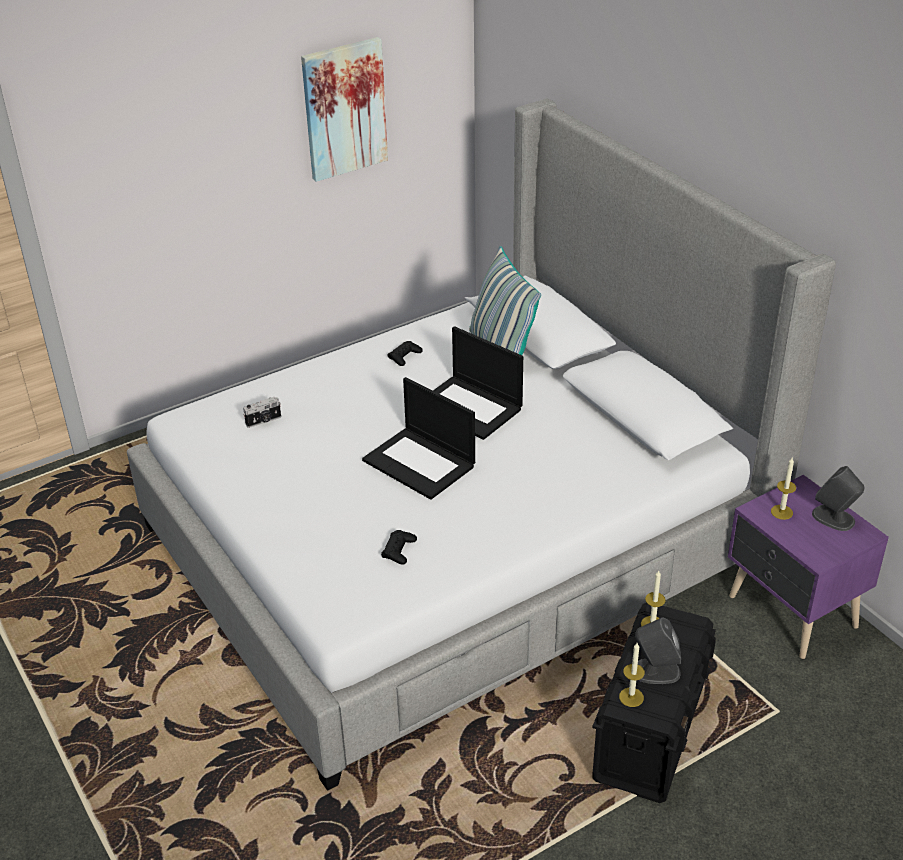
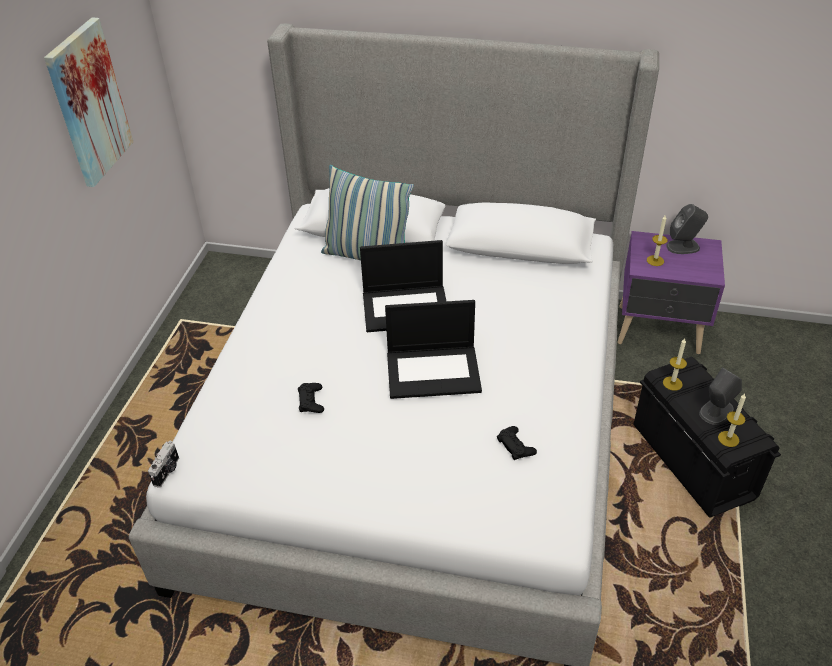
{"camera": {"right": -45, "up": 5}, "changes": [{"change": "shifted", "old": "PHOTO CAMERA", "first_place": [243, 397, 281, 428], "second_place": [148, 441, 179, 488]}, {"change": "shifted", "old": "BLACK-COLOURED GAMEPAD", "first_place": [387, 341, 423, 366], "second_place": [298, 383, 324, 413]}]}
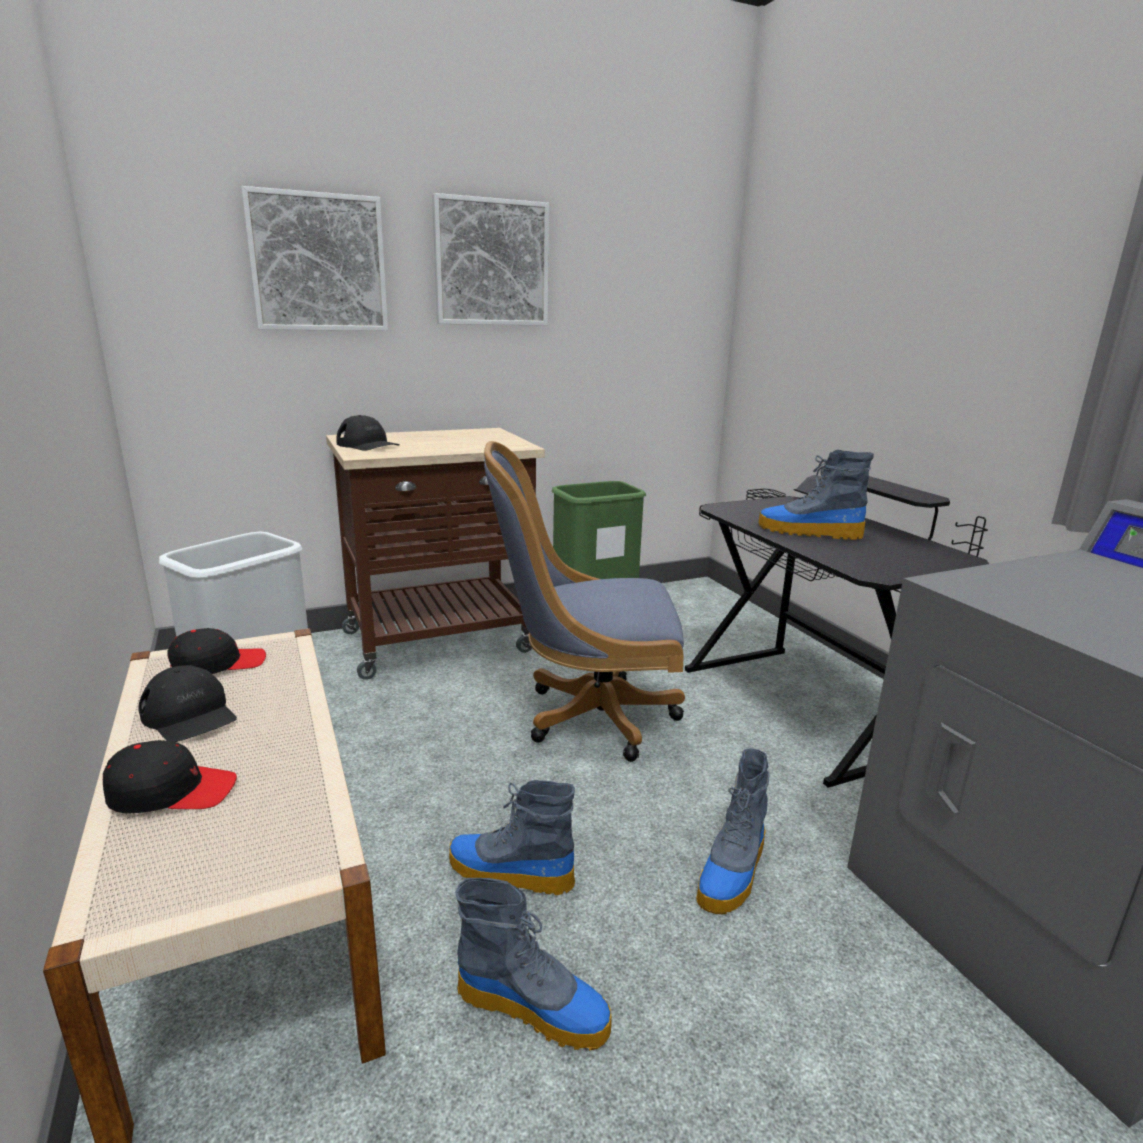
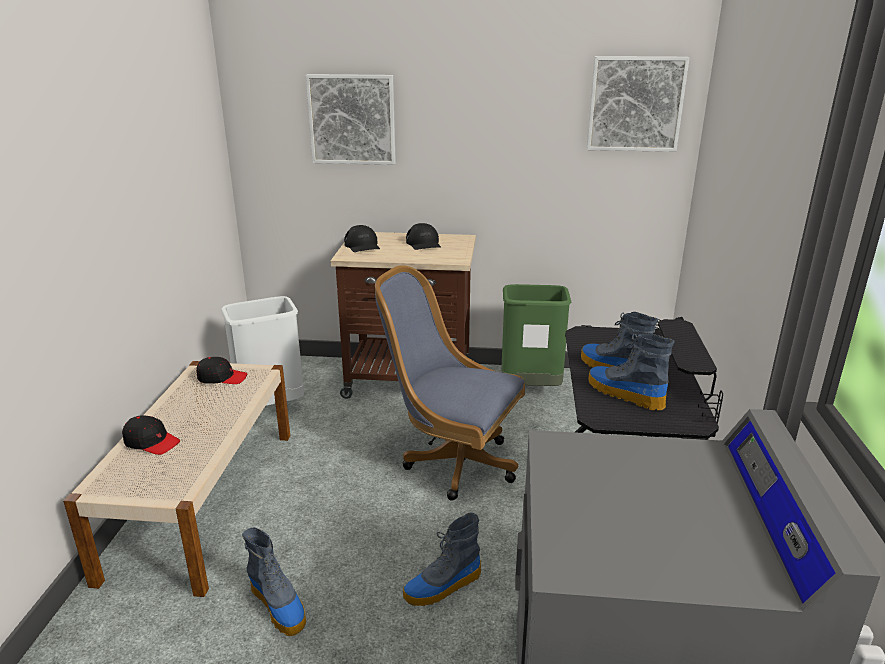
{"camera": {"right": 30, "up": 5}, "changes": [{"change": "shifted", "old": "BLACK-COLOURED BASEBALL CAP", "first_place": [139, 665, 237, 742], "second_place": [406, 223, 441, 250]}, {"change": "shifted", "old": "PICTURE", "first_place": [432, 193, 549, 326], "second_place": [586, 56, 690, 152]}, {"change": "shifted", "old": "HIGH-TOP BOOT", "first_place": [449, 780, 575, 895], "second_place": [588, 333, 675, 411]}]}
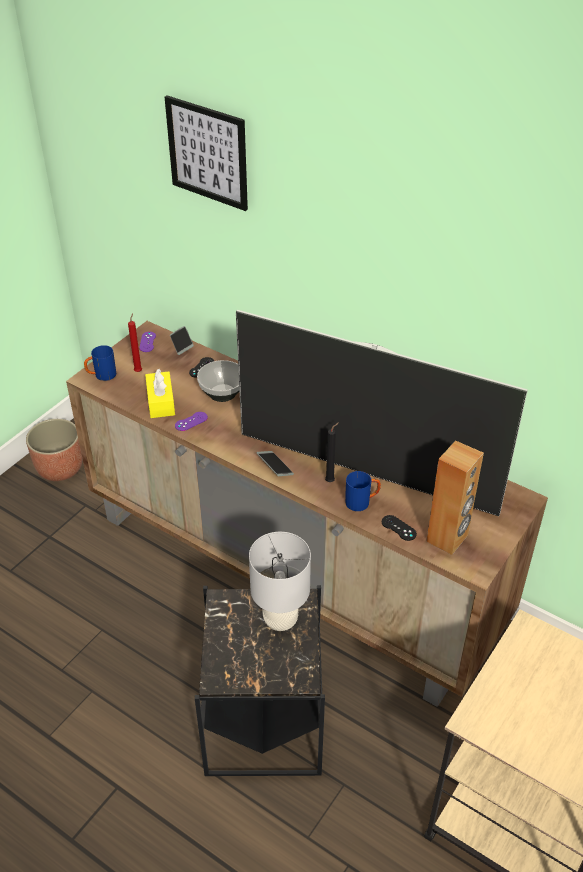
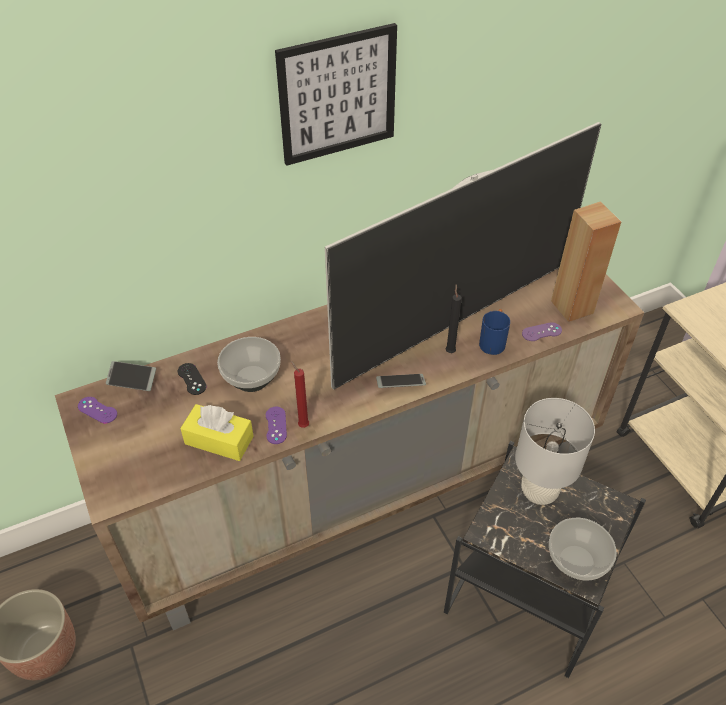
{"camera": {"right": -60, "up": 5}, "changes": [{"change": "gone", "old": "BLUE-COLOURED COFFEE MUG", "first_place": [84, 345, 116, 381]}, {"change": "new", "new": "DEEP DISH", "second_place": [549, 517, 617, 581]}, {"change": "shifted", "old": "RED-COLOURED WAX LIGHT", "first_place": [128, 313, 142, 372], "second_place": [291, 361, 309, 428]}, {"change": "shifted", "old": "PICTURE", "first_place": [165, 95, 248, 211], "second_place": [275, 23, 397, 166]}, {"change": "repainted", "old": "BLACK-COLOURED GAMEPAD", "new": "PURPLE GAMEPAD", "first_place": [382, 515, 417, 541], "second_place": [522, 322, 562, 341]}]}
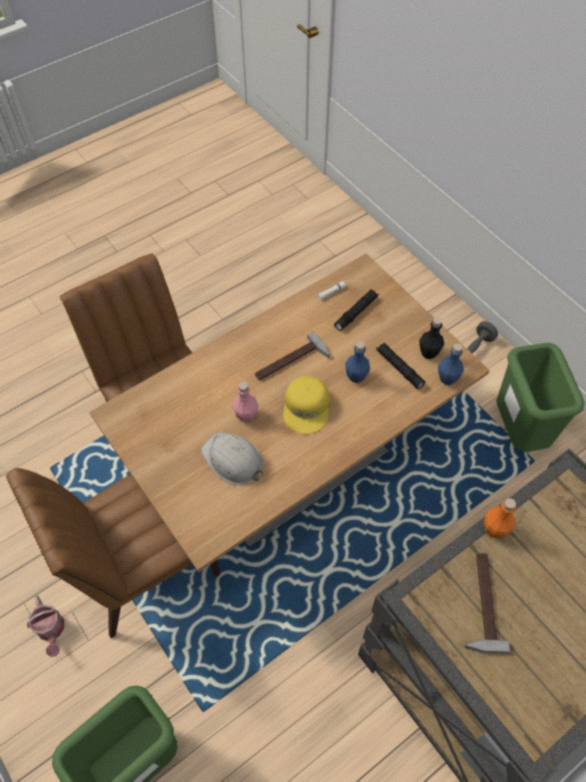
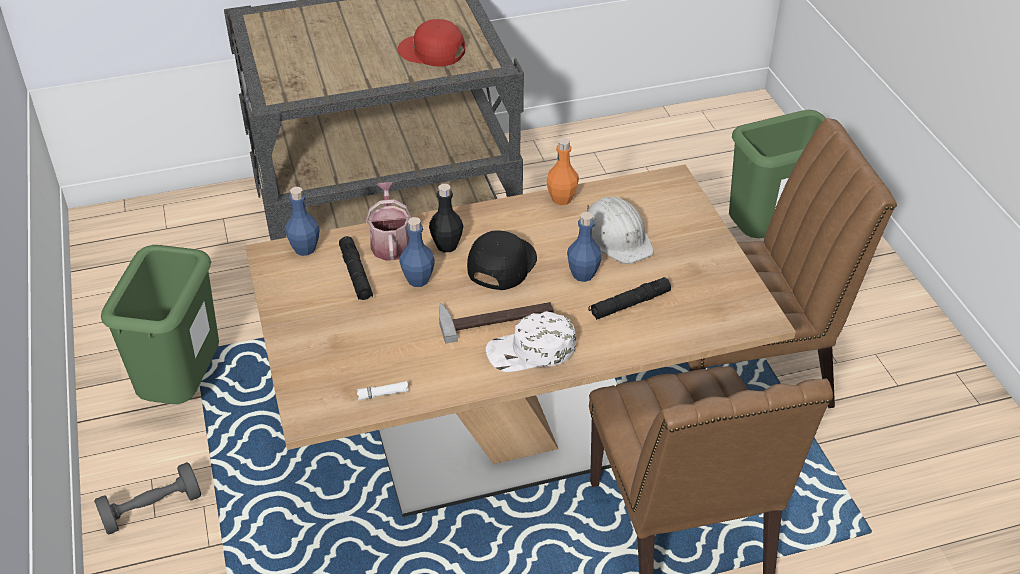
{"camera": {"right": -160, "up": -15}, "changes": [{"change": "new", "new": "WHITISH BASEBALL CAP", "second_place": [486, 311, 576, 372]}, {"change": "shifted", "old": "WATERING CAN", "first_place": [27, 595, 64, 657], "second_place": [366, 182, 412, 261]}, {"change": "shifted", "old": "BLACK-COLOURED HAND TORCH", "first_place": [334, 289, 379, 331], "second_place": [588, 277, 671, 320]}, {"change": "shifted", "old": "BLACK-COLOURED DRINK BOTTLE", "first_place": [419, 317, 444, 359], "second_place": [429, 184, 463, 252]}, {"change": "shifted", "old": "ORANGE-COLOURED DRINK BOTTLE", "first_place": [484, 498, 516, 538], "second_place": [546, 138, 579, 205]}, {"change": "swapped", "old": "HAMMER", "new": "RED-COLOURED BASEBALL CAP", "first_place": [464, 553, 510, 654], "second_place": [398, 19, 465, 66]}, {"change": "repainted", "old": "PINKISH DRINK BOTTLE", "new": "BLUE-COLOURED DRINK BOTTLE", "first_place": [232, 382, 258, 423], "second_place": [567, 212, 602, 282]}, {"change": "repainted", "old": "YELLOW-COLOURED BASEBALL CAP", "new": "BLACK-COLOURED BASEBALL CAP", "first_place": [283, 376, 330, 434], "second_place": [467, 230, 537, 290]}]}
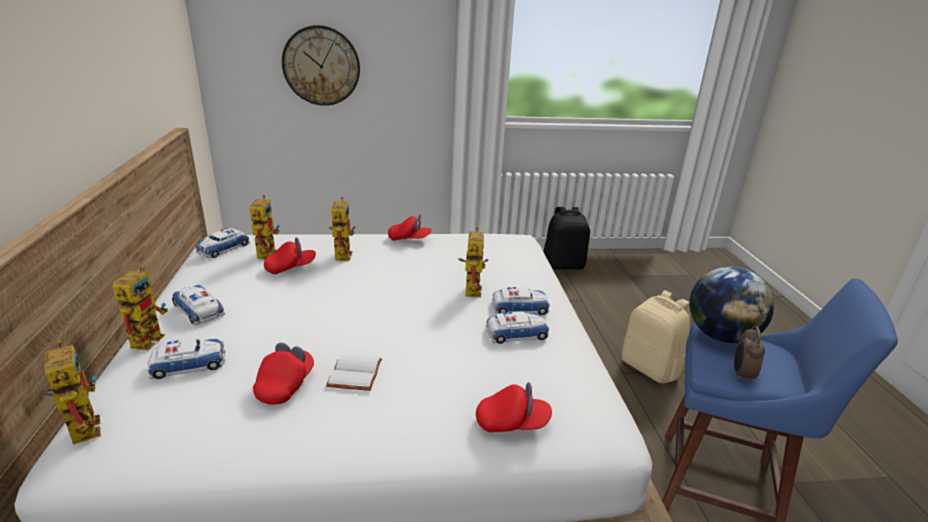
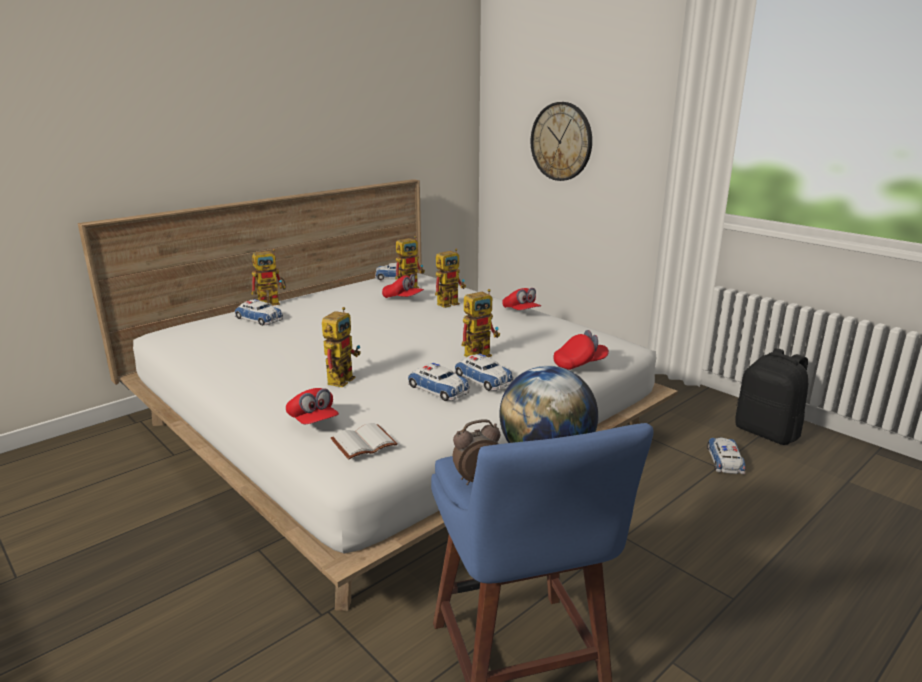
{"camera": {"right": 55, "up": -5}, "changes": [{"change": "gone", "old": "BEIGE-COLOURED RUCKSACK", "first_place": [622, 291, 691, 383]}, {"change": "shifted", "old": "MODEL ROBOT", "first_place": [43, 340, 101, 445], "second_place": [322, 307, 361, 387]}, {"change": "shifted", "old": "TOY CAR", "first_place": [172, 285, 225, 325], "second_place": [707, 437, 746, 474]}, {"change": "shifted", "old": "RED-COLOURED BASEBALL CAP", "first_place": [253, 343, 314, 404], "second_place": [553, 330, 609, 370]}, {"change": "shifted", "old": "WHITISH VOLUME", "first_place": [326, 355, 382, 391], "second_place": [331, 423, 398, 460]}]}
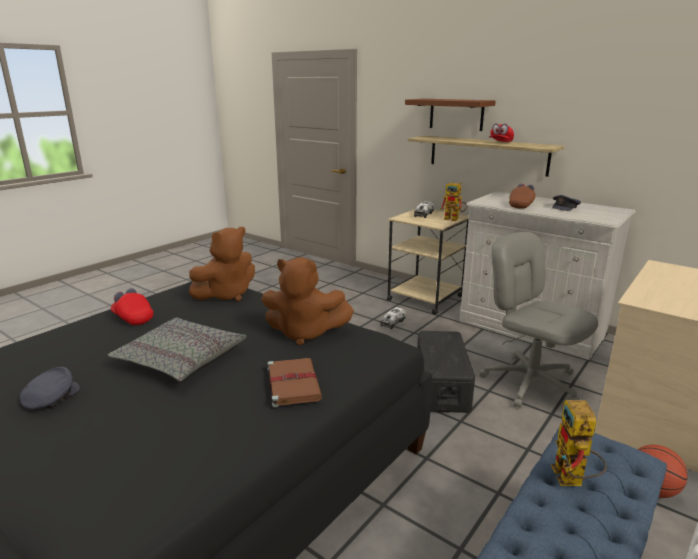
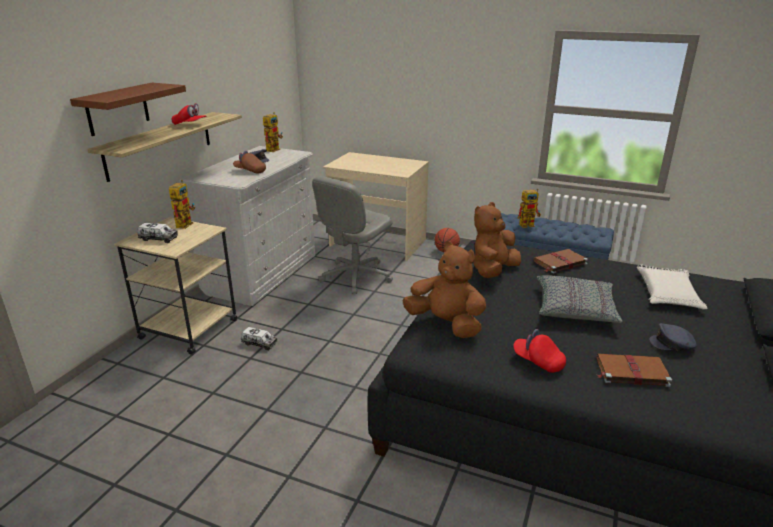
{"camera": {"right": -105, "up": 5}, "changes": [{"change": "gone", "old": "BLACK-COLOURED STORAGE BIN", "first_place": [417, 331, 475, 413]}, {"change": "new", "new": "MODEL ROBOT", "second_place": [263, 112, 283, 152]}, {"change": "new", "new": "BROWN VOLUME", "second_place": [597, 353, 672, 387]}, {"change": "new", "new": "WHITISH CUSHION", "second_place": [637, 264, 708, 310]}, {"change": "rotated", "old": "RED-COLOURED BASEBALL CAP", "first_place": [111, 288, 154, 325], "second_place": [513, 329, 566, 373], "degrees": 105}, {"change": "rotated", "old": "BROWN PLUSH TOY", "first_place": [261, 257, 354, 345], "second_place": [473, 202, 521, 278], "degrees": -135}]}
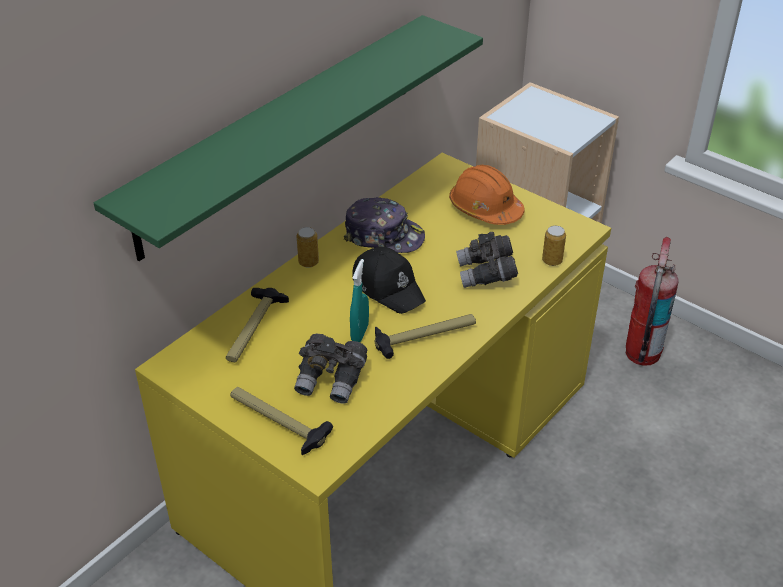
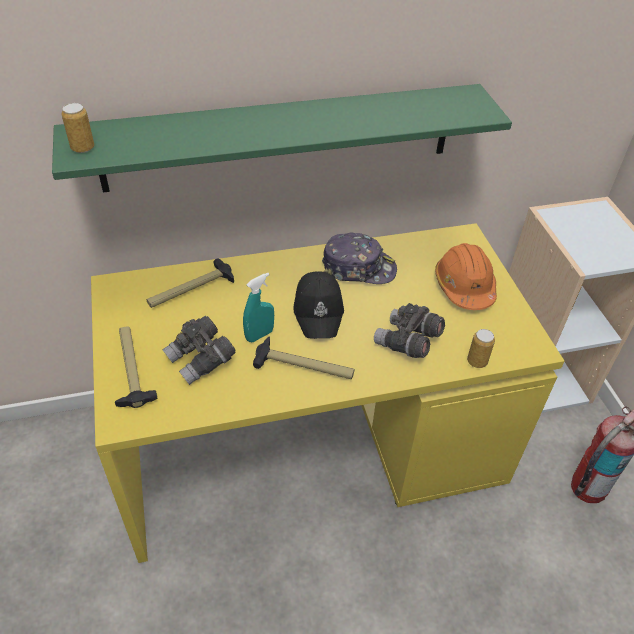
{"camera": {"right": 35, "up": 5}, "changes": [{"change": "shifted", "old": "SEALED CAN", "first_place": [297, 227, 319, 268], "second_place": [61, 103, 94, 153]}, {"change": "rotated", "old": "BASEBALL CAP", "first_place": [344, 197, 425, 253], "second_place": [322, 233, 397, 284], "degrees": -45}]}
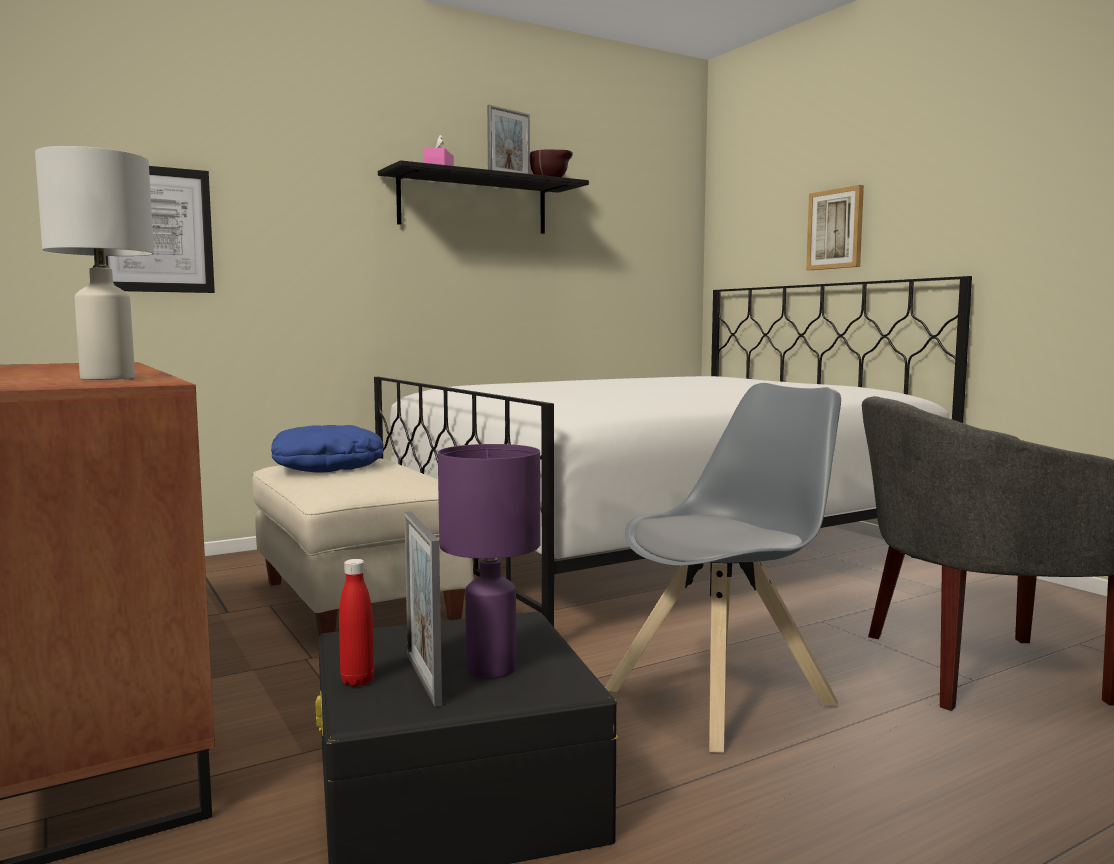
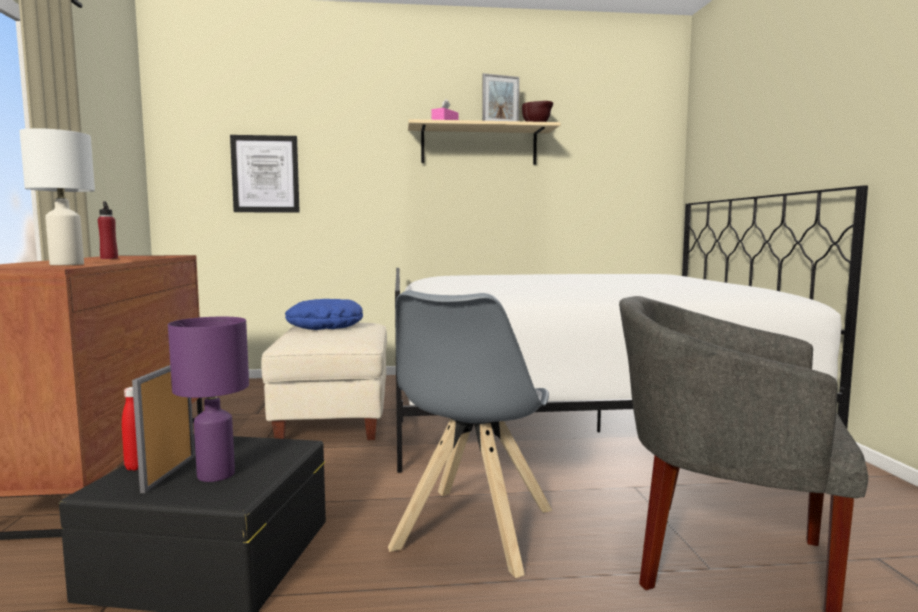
{"camera": {"right": 25, "up": 0}, "changes": [{"change": "gone", "old": "PICTURE", "first_place": [806, 185, 864, 270]}, {"change": "new", "new": "RED-COLOURED DRINK BOTTLE", "second_place": [98, 202, 118, 259]}, {"change": "repainted", "old": "BLACK-COLOURED BRACKET SHELF", "new": "BEIGE-COLOURED BRACKET SHELF", "first_place": [378, 160, 589, 234], "second_place": [408, 119, 560, 165]}, {"change": "rotated", "old": "GREY CHAIR", "first_place": [605, 383, 841, 753], "second_place": [388, 290, 553, 578], "degrees": 120}]}
